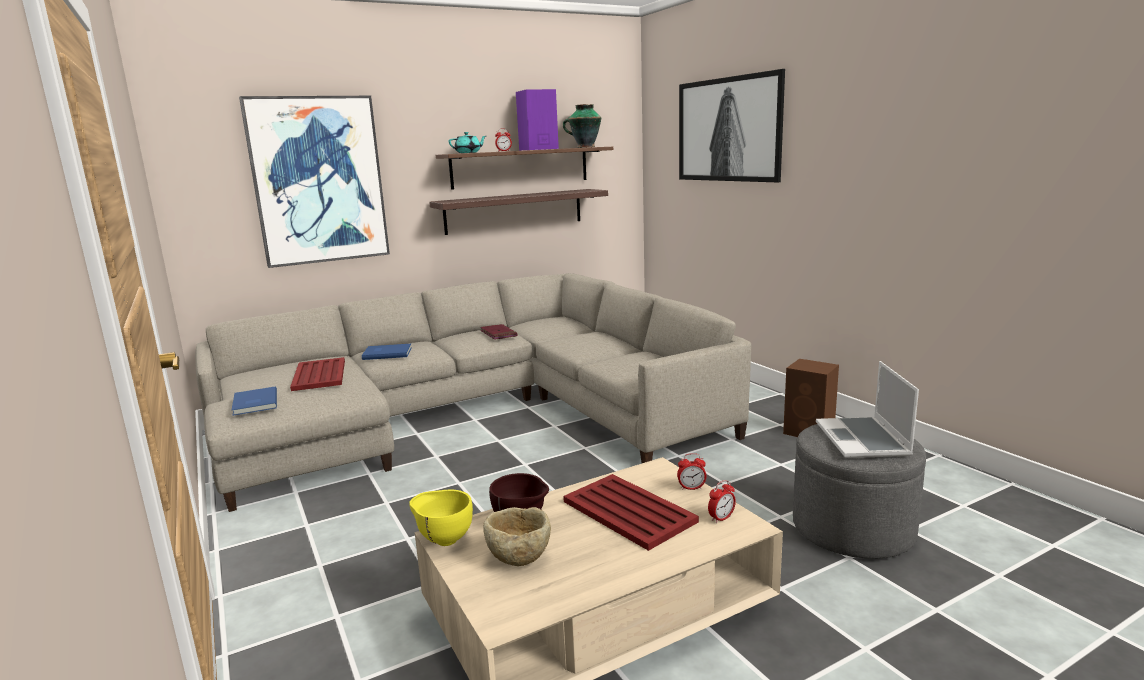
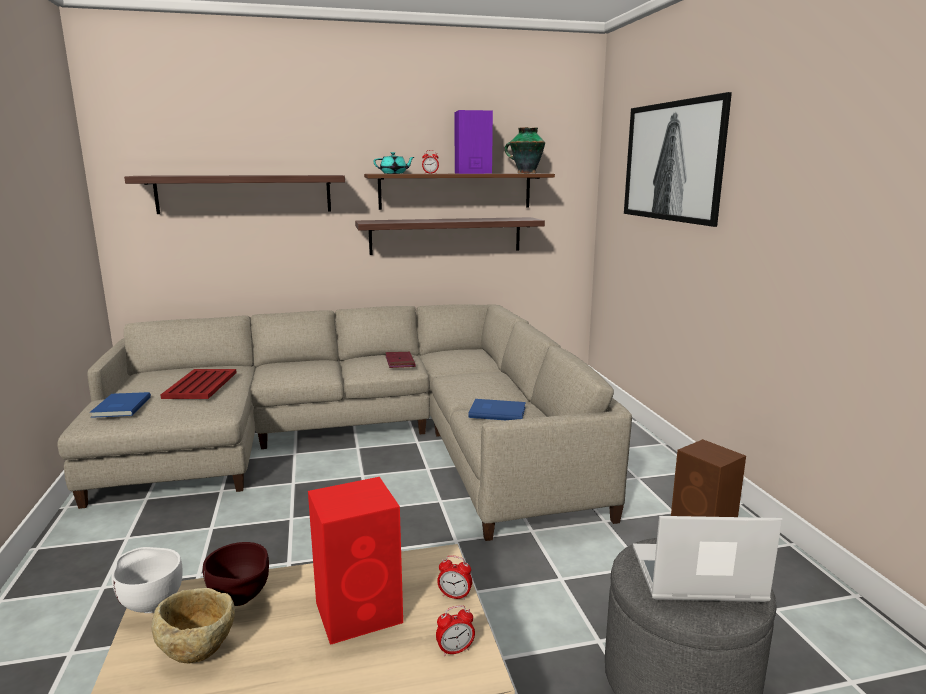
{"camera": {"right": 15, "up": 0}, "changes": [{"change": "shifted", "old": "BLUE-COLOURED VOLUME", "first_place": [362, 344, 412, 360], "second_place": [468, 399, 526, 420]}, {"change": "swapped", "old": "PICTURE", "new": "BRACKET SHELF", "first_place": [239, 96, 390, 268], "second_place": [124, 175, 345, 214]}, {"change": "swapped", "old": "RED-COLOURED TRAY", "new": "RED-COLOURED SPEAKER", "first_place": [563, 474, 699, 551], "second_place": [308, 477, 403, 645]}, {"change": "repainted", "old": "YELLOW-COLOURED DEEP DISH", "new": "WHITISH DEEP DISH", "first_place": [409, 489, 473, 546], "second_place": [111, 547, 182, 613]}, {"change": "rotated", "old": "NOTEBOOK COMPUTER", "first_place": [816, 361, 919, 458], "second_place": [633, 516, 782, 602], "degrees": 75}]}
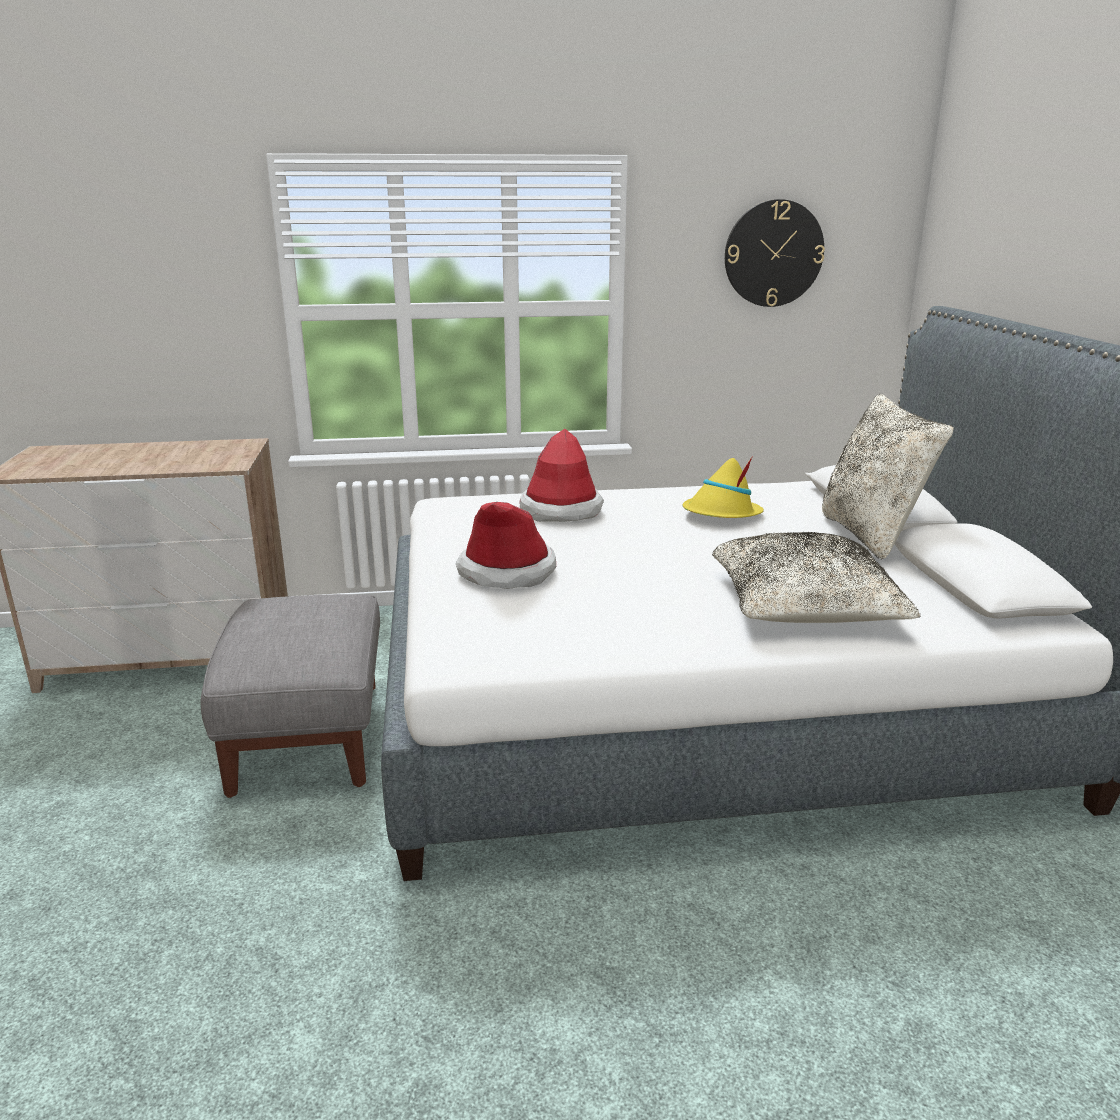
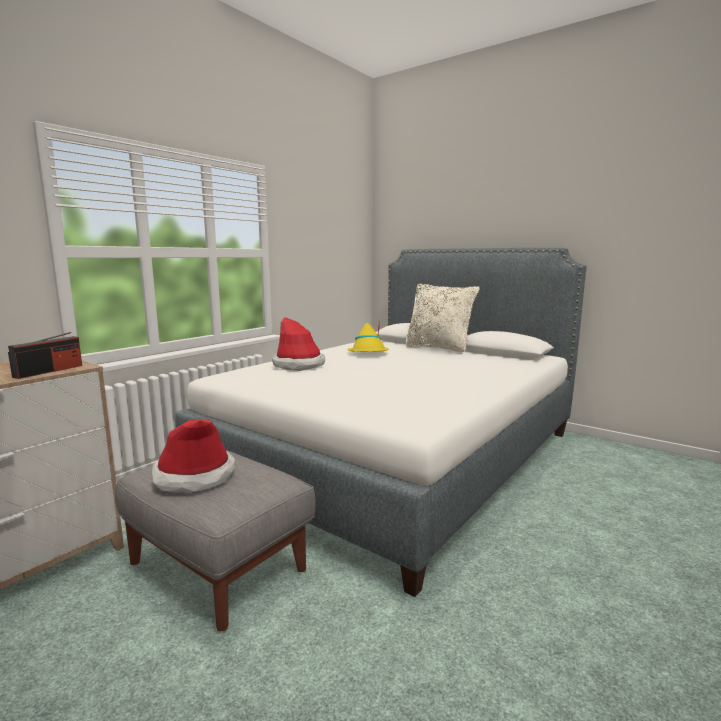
{"camera": {"right": -45, "up": -10}, "changes": [{"change": "gone", "old": "BEIGE-COLOURED CUSHION", "first_place": [712, 532, 920, 623]}, {"change": "gone", "old": "WALL CLOCK", "first_place": [725, 199, 825, 307]}, {"change": "new", "new": "RADIO", "second_place": [8, 332, 82, 379]}, {"change": "shifted", "old": "WEARABLE HAT", "first_place": [456, 502, 556, 589], "second_place": [151, 419, 235, 492]}]}
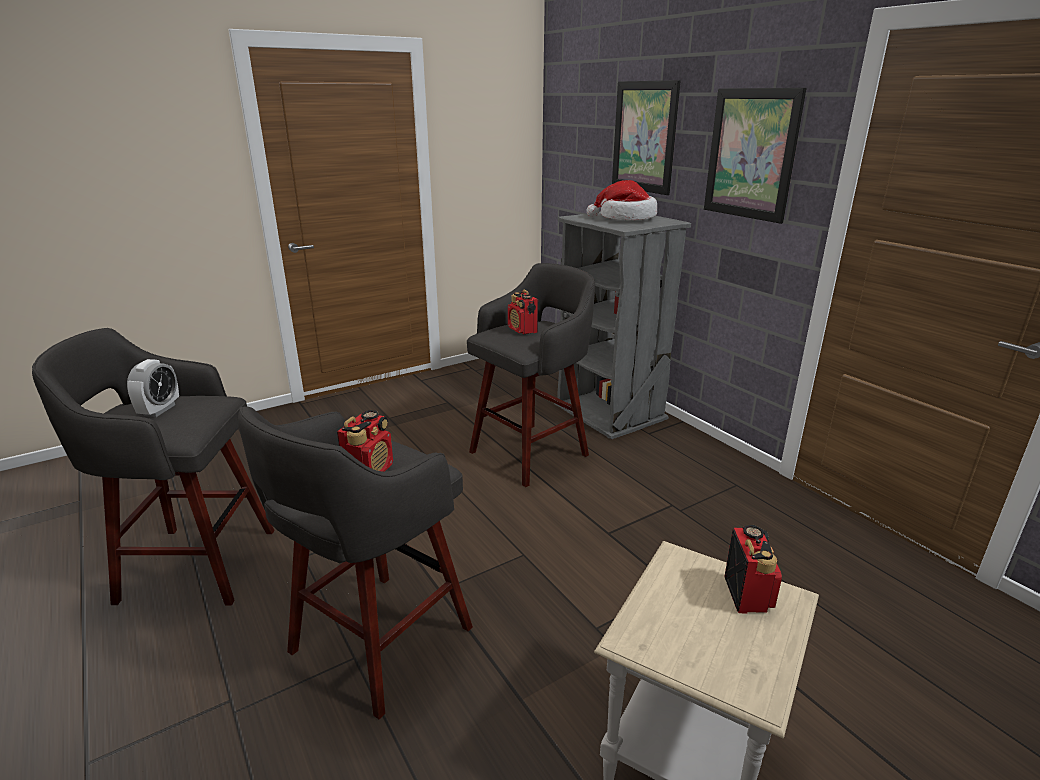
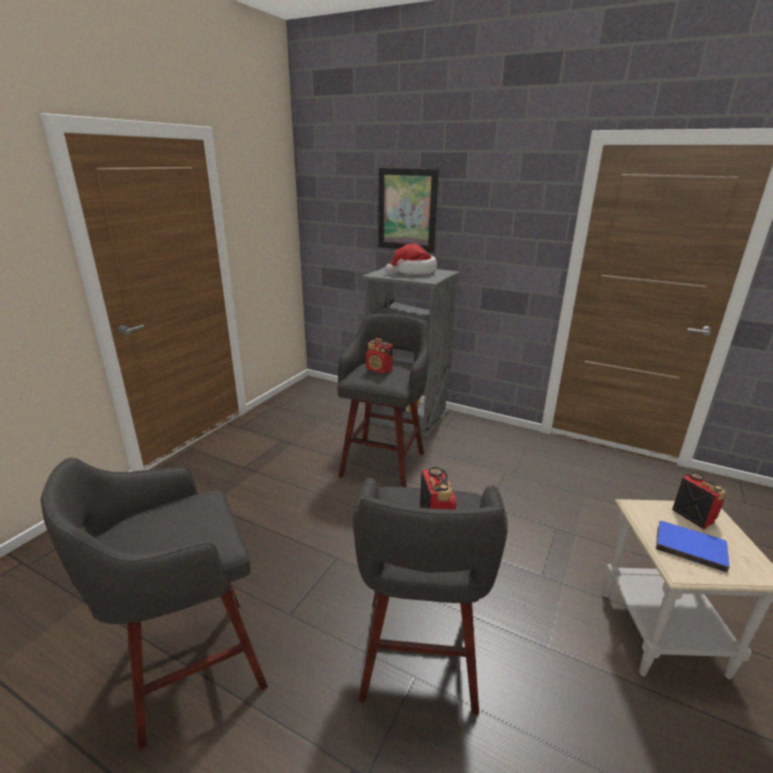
{"camera": {"right": -30, "up": 0}, "changes": [{"change": "gone", "old": "BEDSIDE CLOCK", "first_place": [127, 359, 179, 417]}, {"change": "gone", "old": "PICTURE", "first_place": [704, 88, 806, 224]}, {"change": "new", "new": "BLUE-COLOURED VOLUME", "second_place": [656, 521, 729, 573]}]}
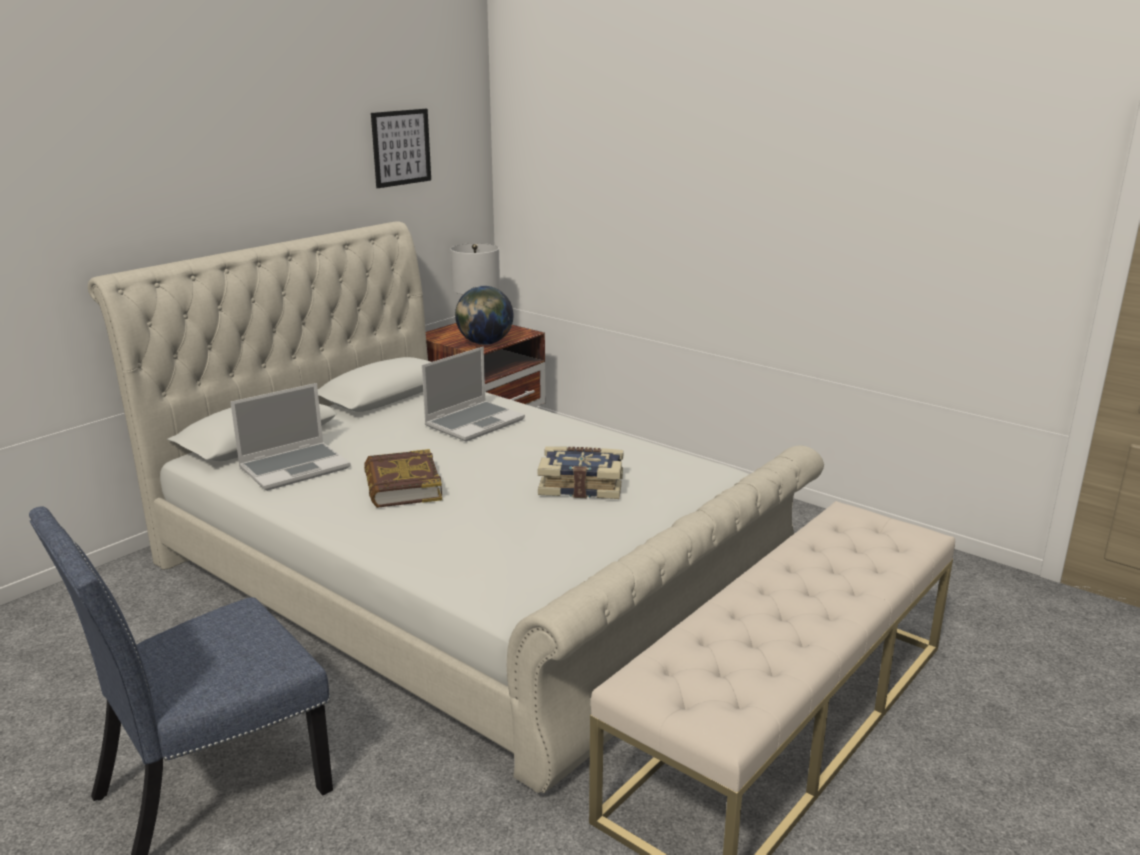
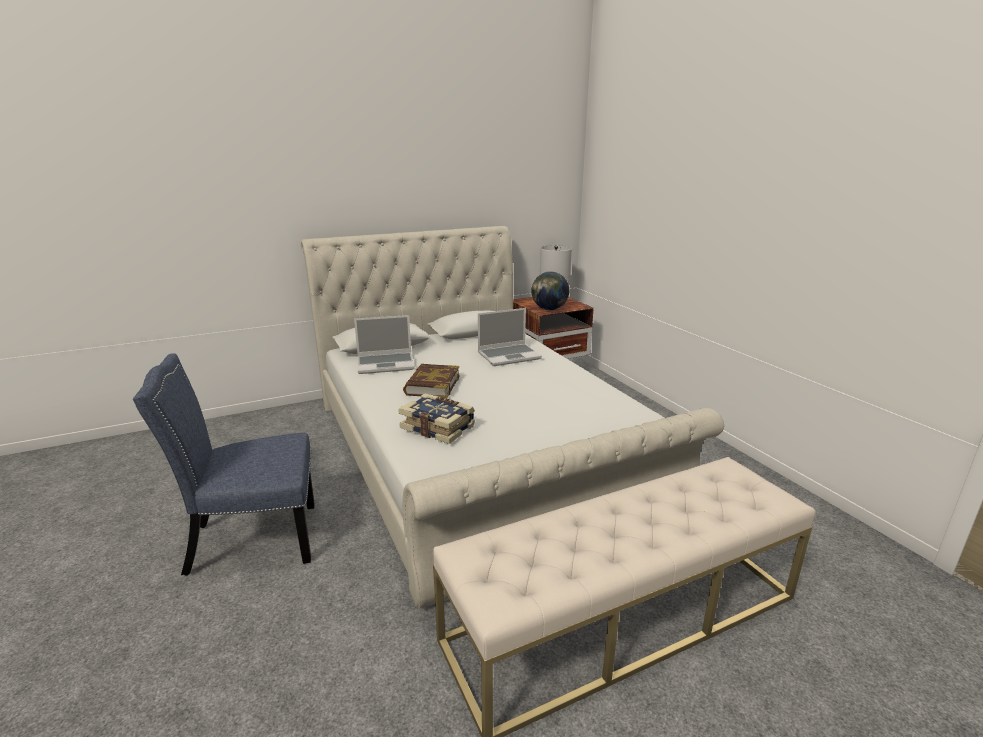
{"camera": {"right": 25, "up": 0}, "changes": [{"change": "gone", "old": "PICTURE", "first_place": [371, 109, 431, 188]}, {"change": "shifted", "old": "VOLUME", "first_place": [538, 446, 623, 499], "second_place": [398, 393, 475, 444]}]}
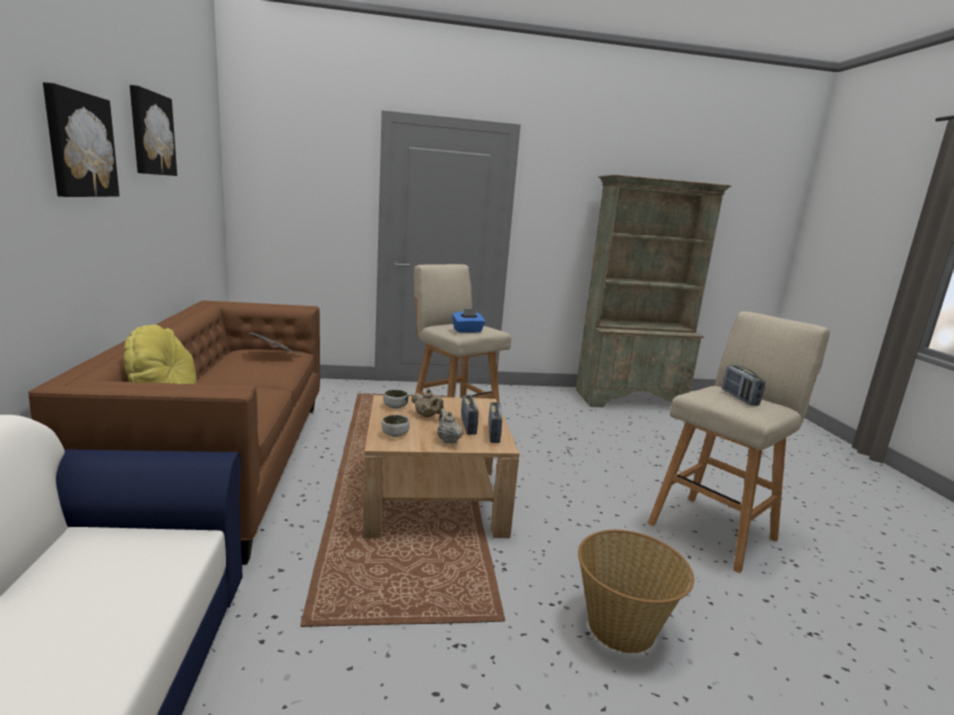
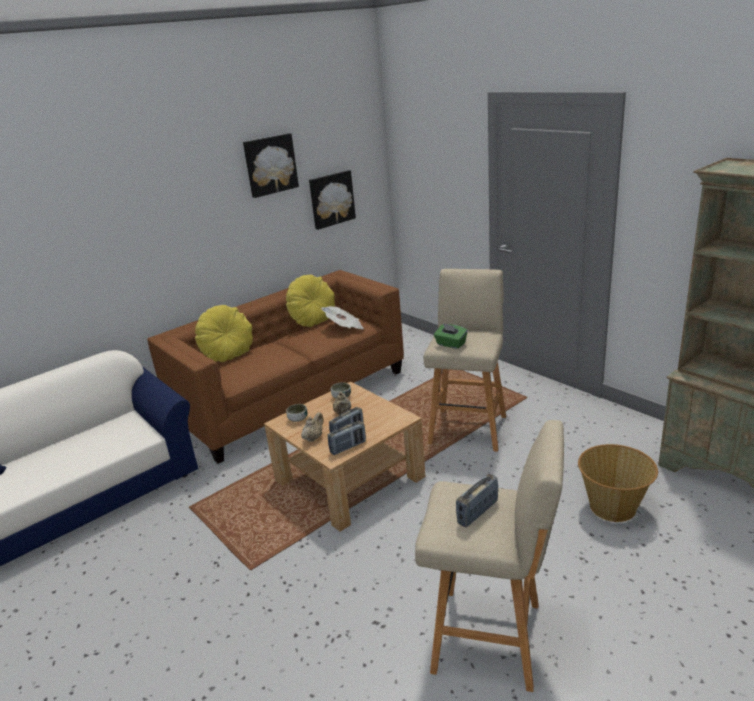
{"camera": {"right": 60, "up": 10}, "changes": [{"change": "new", "new": "YELLOW-COLOURED CUSHION", "second_place": [286, 275, 335, 327]}, {"change": "shifted", "old": "PICTURE", "first_place": [43, 82, 119, 197], "second_place": [309, 170, 356, 230]}, {"change": "shifted", "old": "BASKET", "first_place": [578, 530, 694, 653], "second_place": [578, 444, 658, 522]}, {"change": "repainted", "old": "BLUE-COLOURED TISSUE BOX", "new": "GREEN TISSUE BOX", "first_place": [452, 308, 485, 333], "second_place": [434, 323, 468, 349]}]}
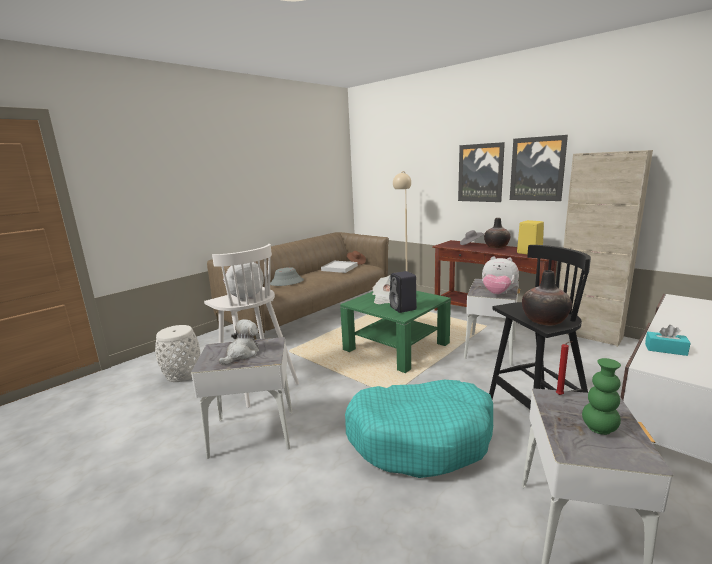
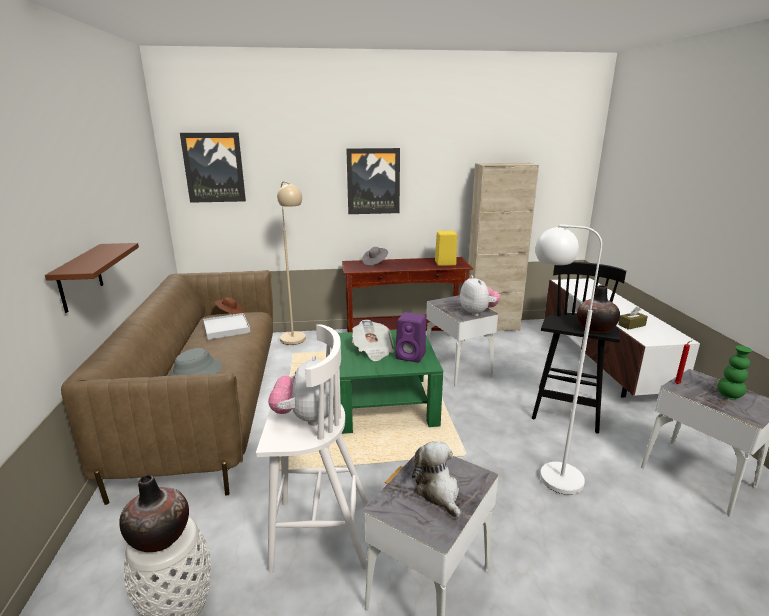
{"camera": {"right": -50, "up": 5}, "changes": [{"change": "new", "new": "BROWN BRACKET SHELF", "second_place": [45, 243, 139, 313]}, {"change": "shifted", "old": "FLOWER VASE", "first_place": [484, 218, 510, 248], "second_place": [119, 475, 189, 552]}, {"change": "shifted", "old": "PICTURE", "first_place": [510, 135, 568, 201], "second_place": [180, 132, 246, 203]}, {"change": "swapped", "old": "BLUE-GREEN PET BED", "new": "WHITISH STANDARD LAMP", "first_place": [345, 380, 493, 478], "second_place": [535, 224, 602, 495]}, {"change": "repainted", "old": "BLACK-COLOURED SPEAKER", "new": "PURPLE SPEAKER", "first_place": [389, 271, 417, 313], "second_place": [396, 312, 426, 362]}, {"change": "repainted", "old": "BLUE-GREEN TISSUE BOX", "new": "BROWN TISSUE BOX", "first_place": [645, 325, 691, 356], "second_place": [618, 307, 648, 330]}, {"change": "rotated", "old": "PLUSH TOY", "first_place": [482, 256, 519, 294], "second_place": [460, 275, 500, 316], "degrees": -90}]}
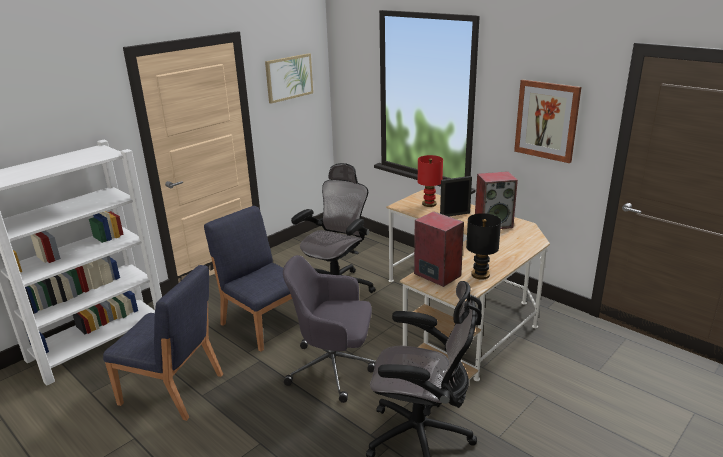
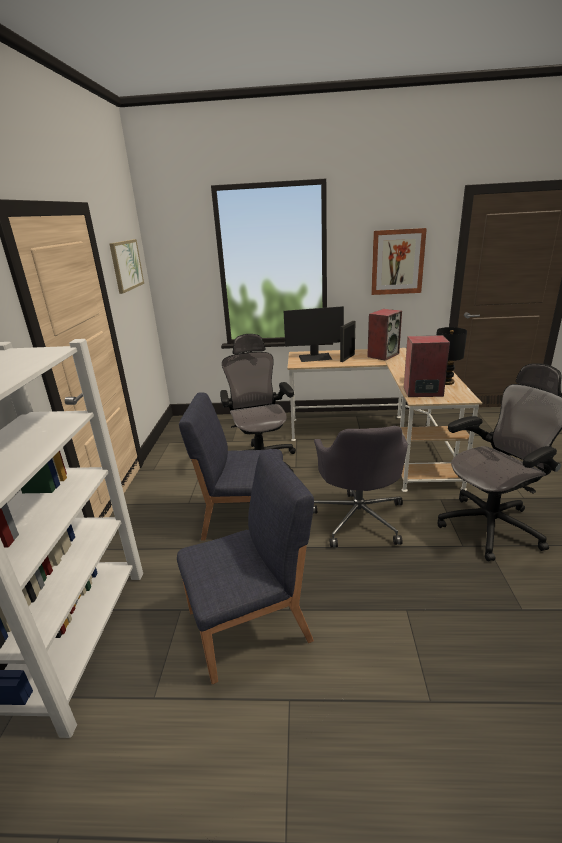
{"camera": {"right": -40, "up": 0}, "changes": [{"change": "swapped", "old": "RED-COLOURED LAMP FOR A TABLE", "new": "COMPUTER SCREEN", "first_place": [417, 155, 443, 207], "second_place": [284, 306, 344, 362]}, {"change": "rotated", "old": "GREY OFFICE CHAIR", "first_place": [283, 255, 376, 403], "second_place": [313, 426, 408, 547], "degrees": -60}]}
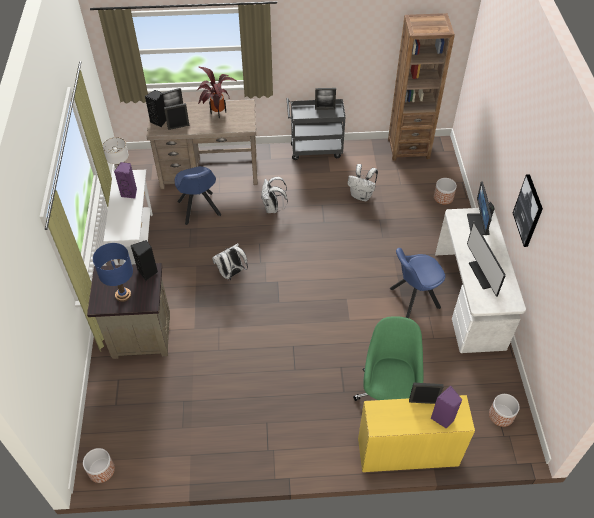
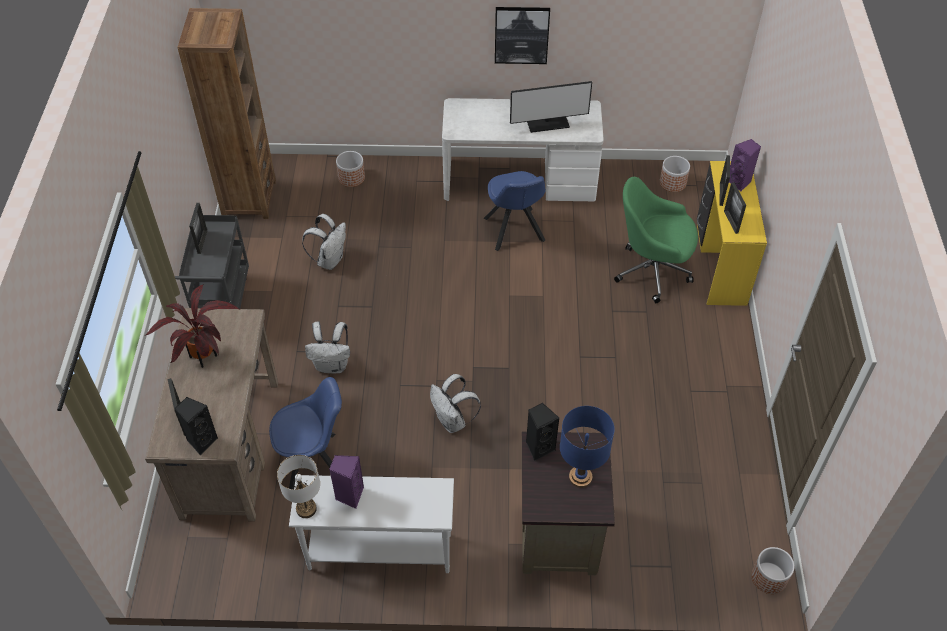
{"camera": {"right": -85, "up": 0}, "changes": [{"change": "gone", "old": "COMPUTER SCREEN", "first_place": [467, 182, 494, 235]}, {"change": "shifted", "old": "PHOTO FRAME", "first_place": [164, 103, 189, 130], "second_place": [724, 182, 746, 234]}]}
